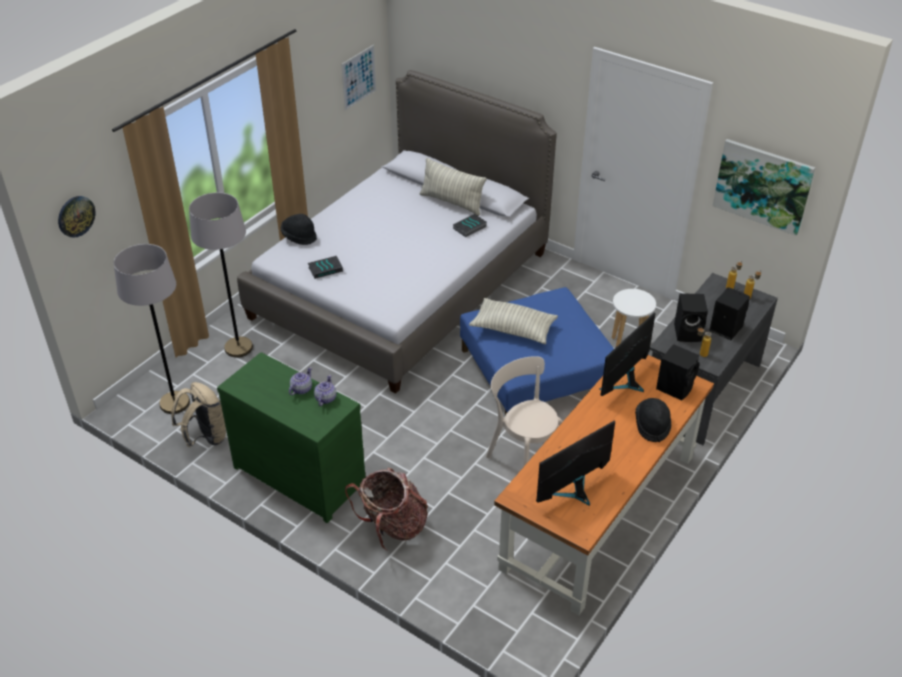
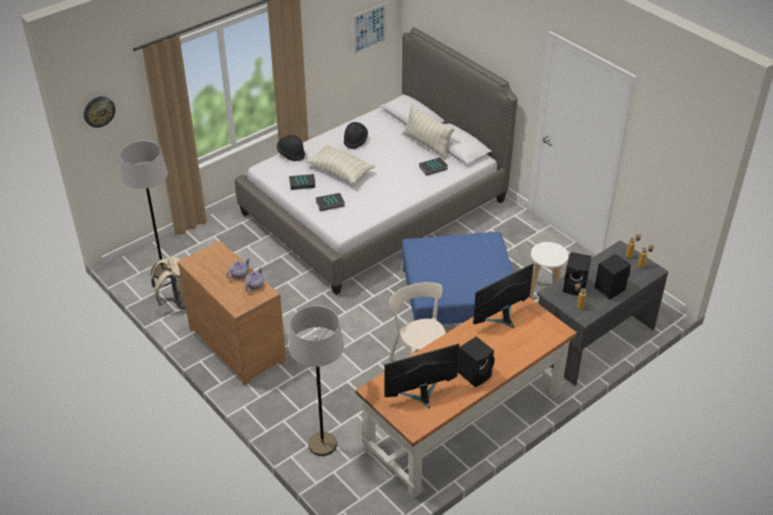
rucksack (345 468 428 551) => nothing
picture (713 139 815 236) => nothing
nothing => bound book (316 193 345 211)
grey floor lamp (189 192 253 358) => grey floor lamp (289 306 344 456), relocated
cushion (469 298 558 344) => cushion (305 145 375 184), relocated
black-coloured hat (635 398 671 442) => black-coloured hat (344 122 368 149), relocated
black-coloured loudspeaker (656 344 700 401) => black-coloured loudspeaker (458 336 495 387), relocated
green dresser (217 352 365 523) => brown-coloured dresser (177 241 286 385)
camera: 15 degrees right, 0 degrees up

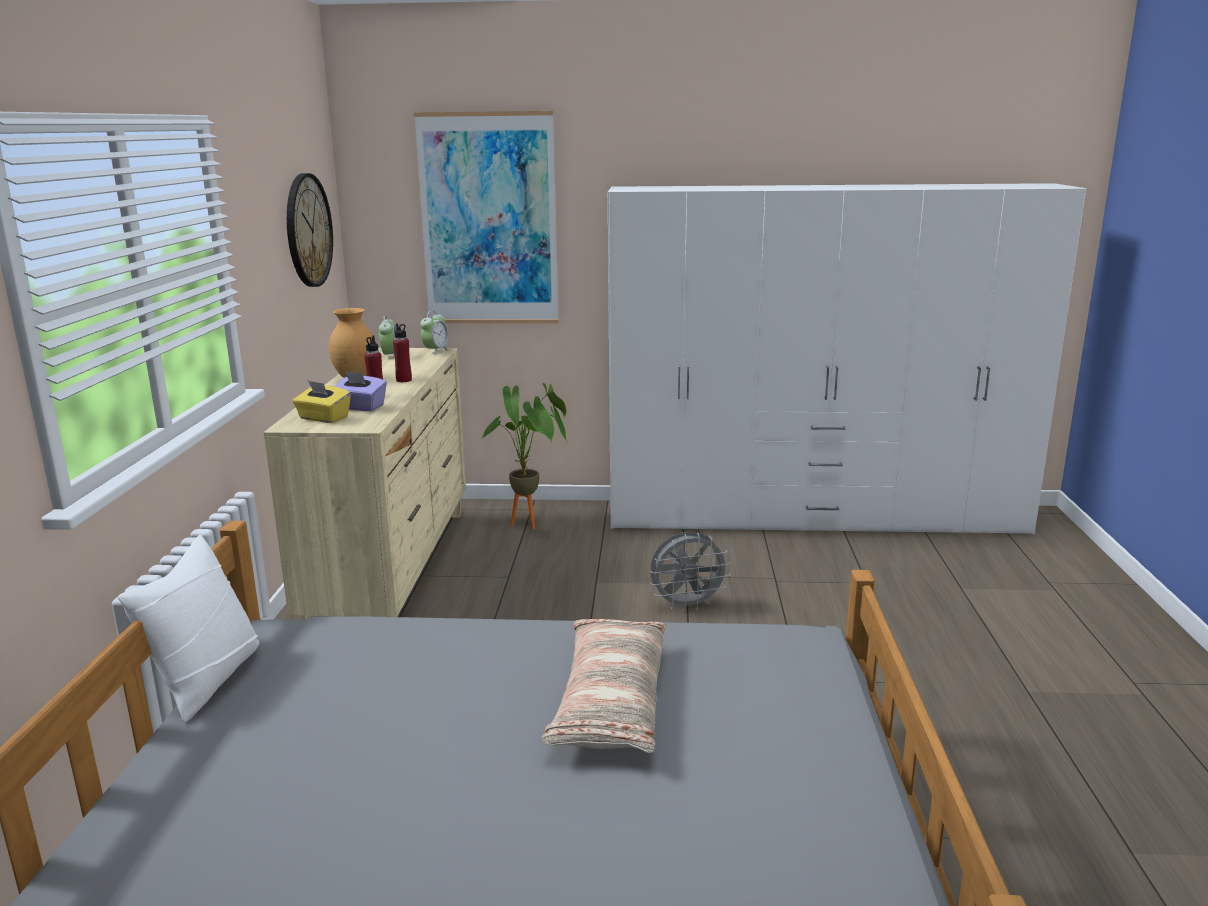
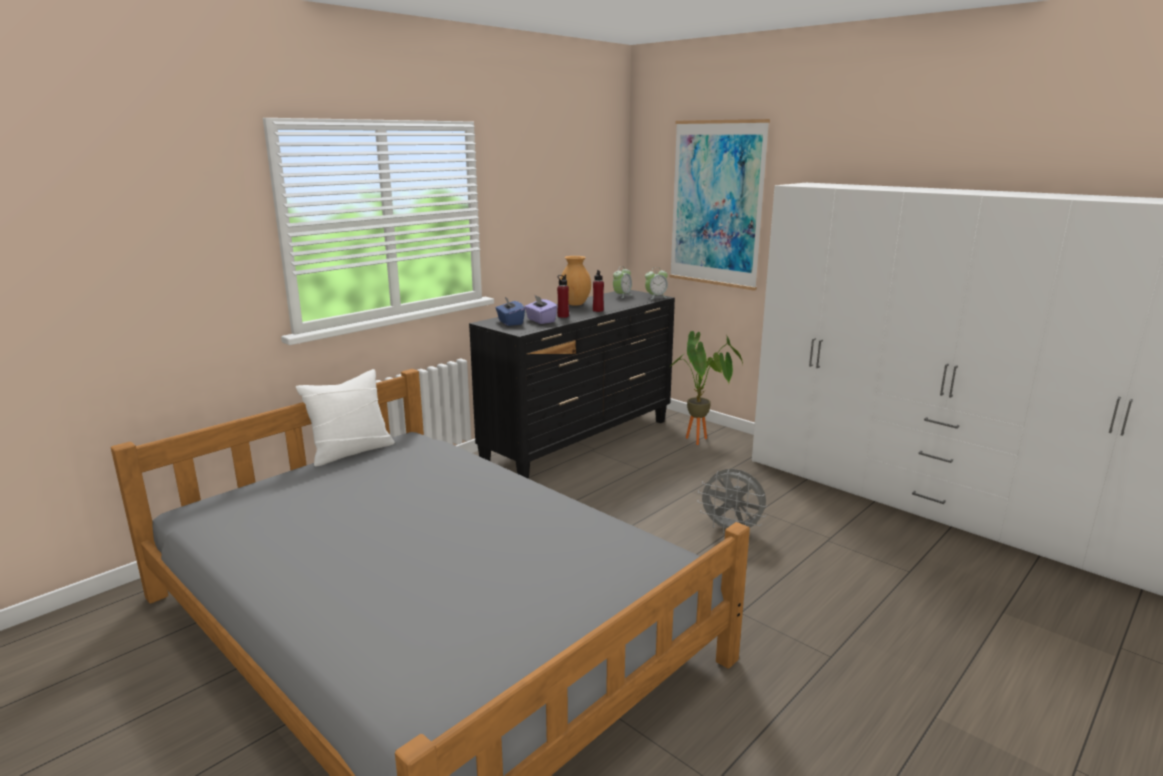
hanging clock (287 173 333 287) => nothing
cushion (542 619 666 753) => nothing
beige dresser (263 348 466 619) => black-coloured dresser (469 290 675 479)
yellow-coloured tissue holder (293 381 351 423) => blue tissue holder (496 297 525 326)
camera: 40 degrees right, 0 degrees up

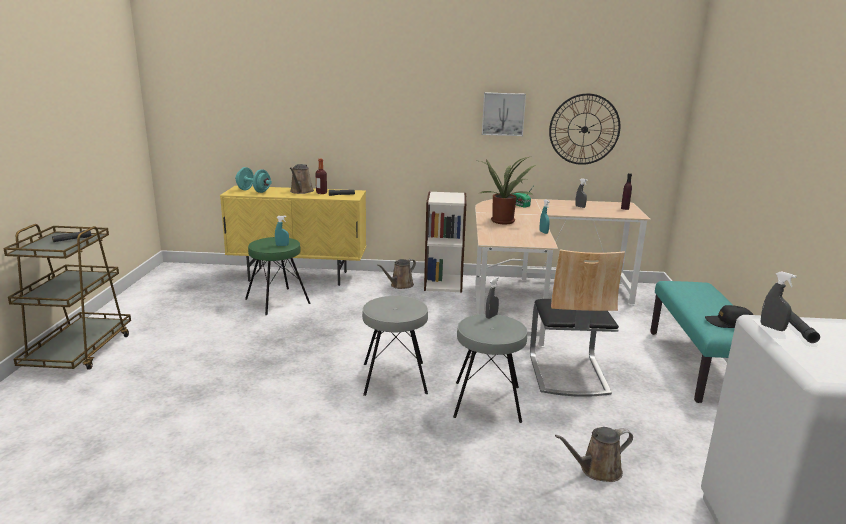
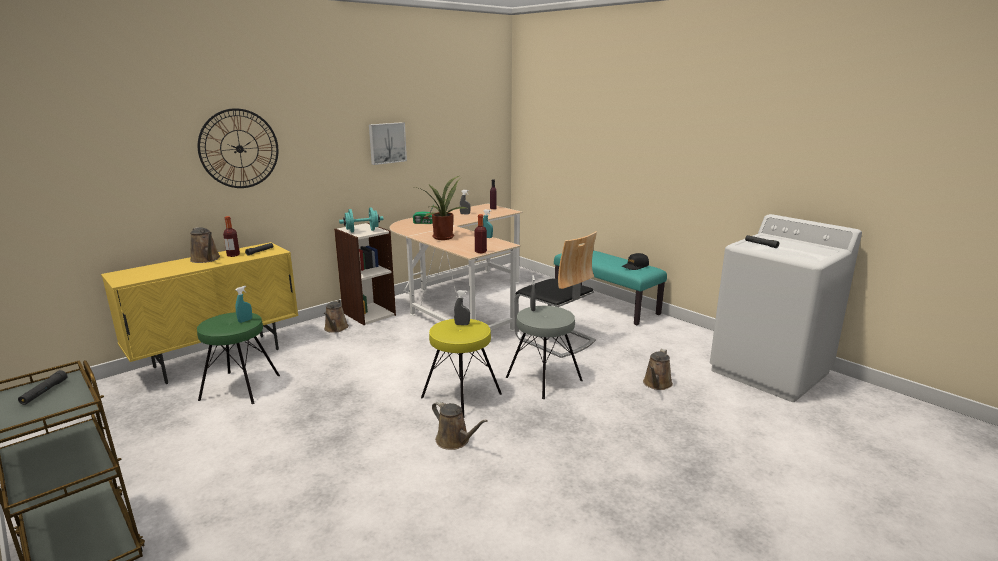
nothing => brown-coloured watering pot (432 401 488 450)
nothing => beverage bottle (475 214 487 253)
turquoise hand weight (235 167 272 193) => turquoise hand weight (339 207 383 233), relocated
hanging clock (549 93 620 165) => hanging clock (198 108 278 188), relocated
grey hand sprayer (761 271 797 331) => grey hand sprayer (454 290 470 325), relocated
grey stool (362 296 428 396) => yellow-coloured stool (421 319 502 417)
camera: 45 degrees left, 0 degrees up

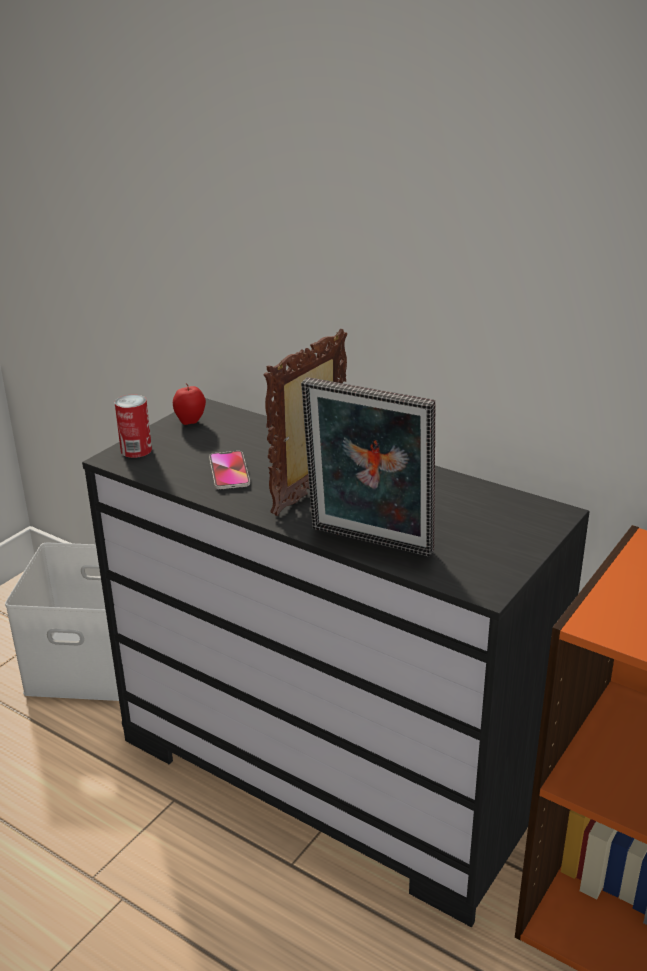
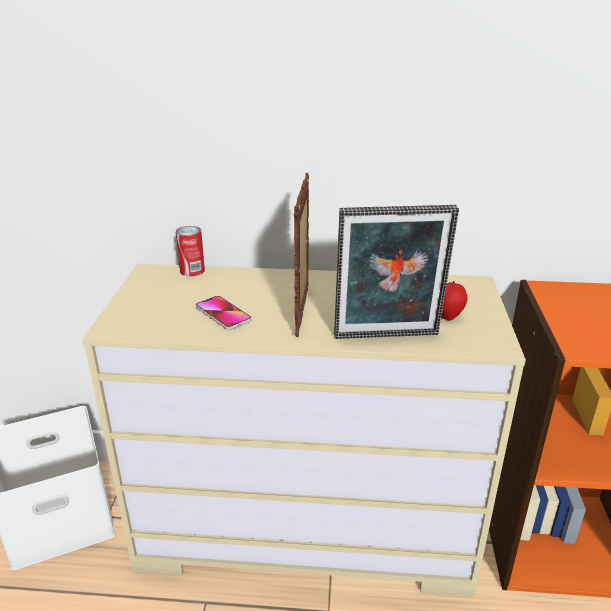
metal can (114 394 152 458) => metal can (176 226 205 276), relocated
apple (173 384 206 425) => apple (441 281 467 321), relocated
black-coloured dresser (82 398 590 927) => beige dresser (82 264 526 597)
camera: 30 degrees left, 0 degrees up

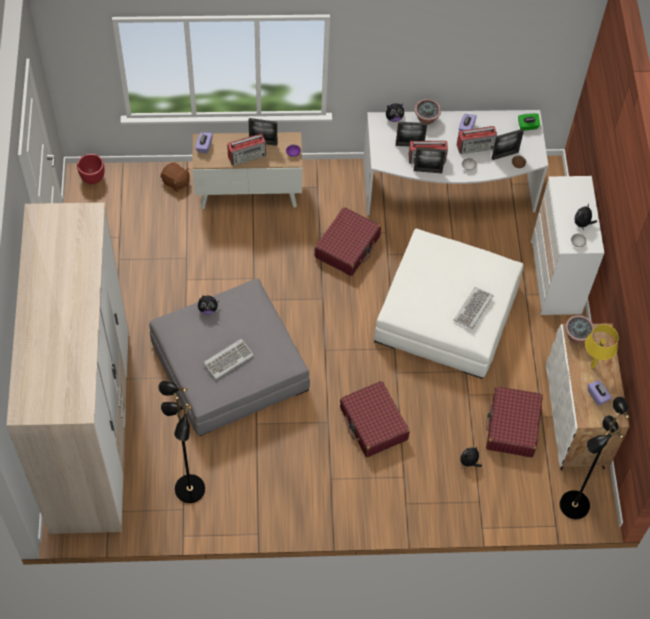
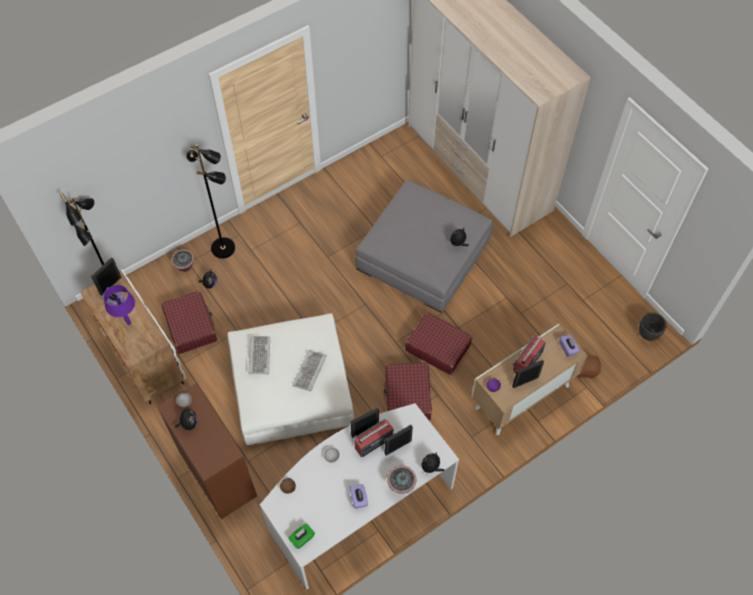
radio receiver (457 126 497 154) => nothing
black-coloured floor lamp (158 381 205 503) => black-coloured floor lamp (186 145 235 259), relocated
computer keyboard (203 339 254 379) => computer keyboard (293 350 327 391), relocated
red-coloured travel case (340 381 410 457) => red-coloured travel case (405 312 472 375), relocated
standing frame (492 129 524 160) => standing frame (91 257 121 296), relocated
houseplant (565 315 594 343) => houseplant (171 249 194 272), relocated
red-coloured plant pot (77 154 104 184) => black-coloured plant pot (639 312 667 341)
whitish dresser (531 176 604 315) => brown-coloured dresser (157 383 257 519)
yellow-coloured tabletop lamp (585 325 619 368) => purple-coloured tabletop lamp (104 285 135 325)
camera: 150 degrees right, 0 degrees up

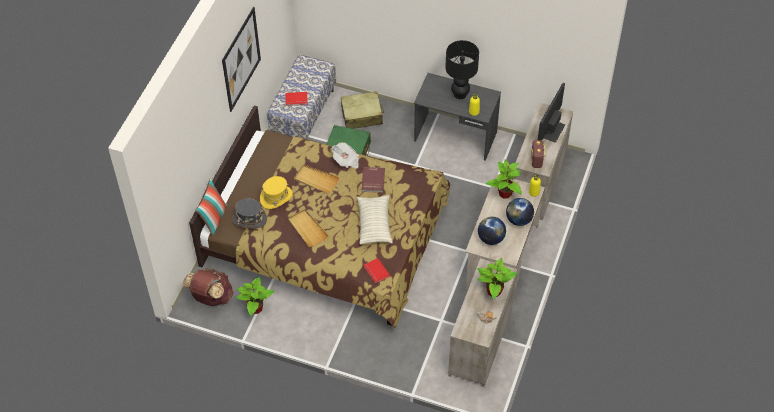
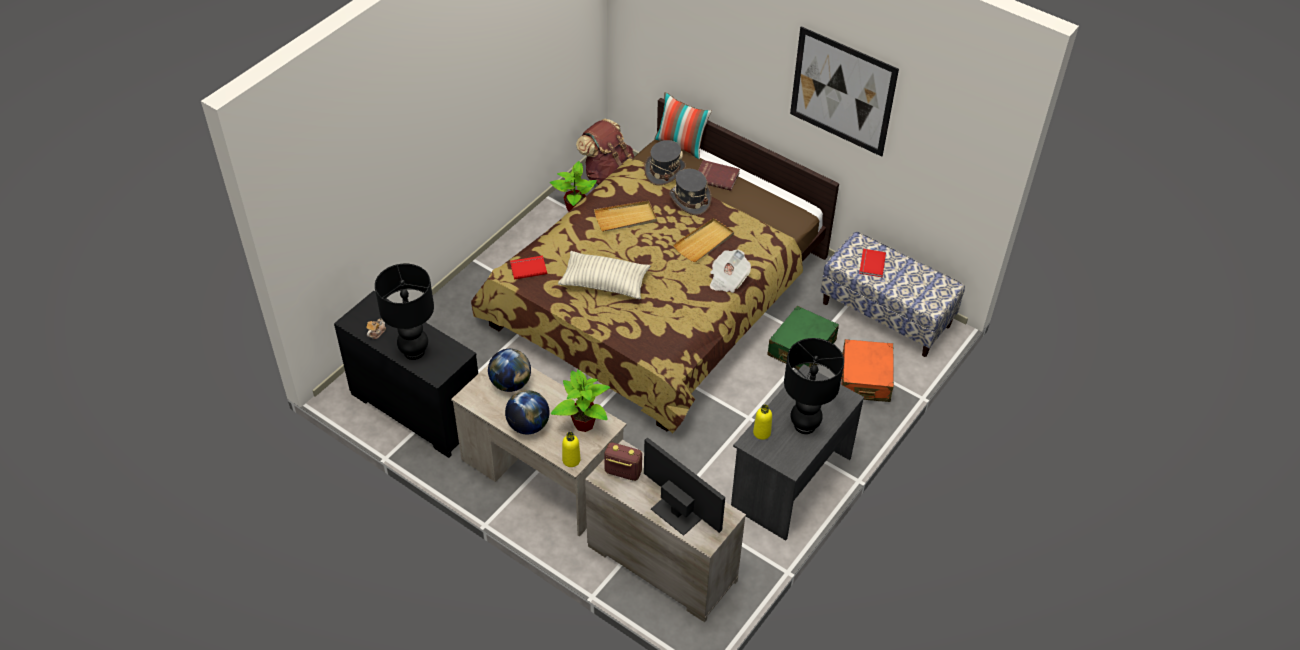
red-coloured bound book (361 167 385 193) => red-coloured bound book (698 160 740 191), relocated
houseplant (477 258 517 299) => black-coloured tabletop lamp (375 264 434 360)
yellow-coloured hat (260 176 293 209) => grey hat (669 168 712 215)
beige travel case (341 91 384 129) => orange-coloured travel case (841 339 894 402)
beige dresser (448 259 517 387) => black-coloured dresser (334 291 478 458)
camera: 105 degrees right, 5 degrees down

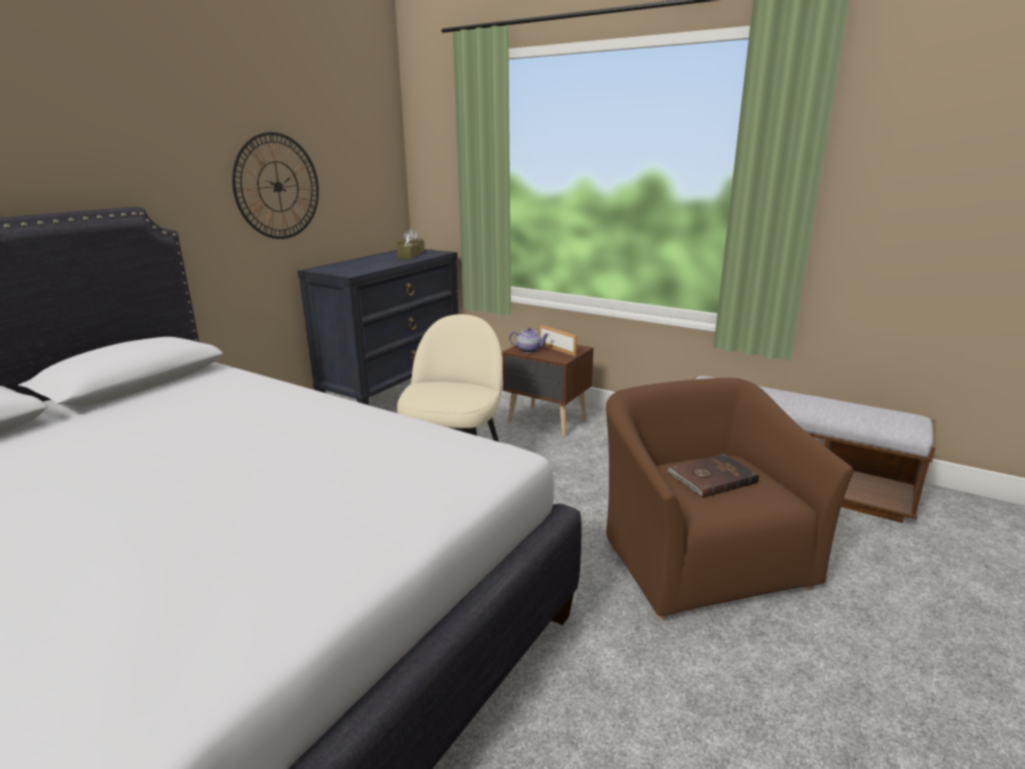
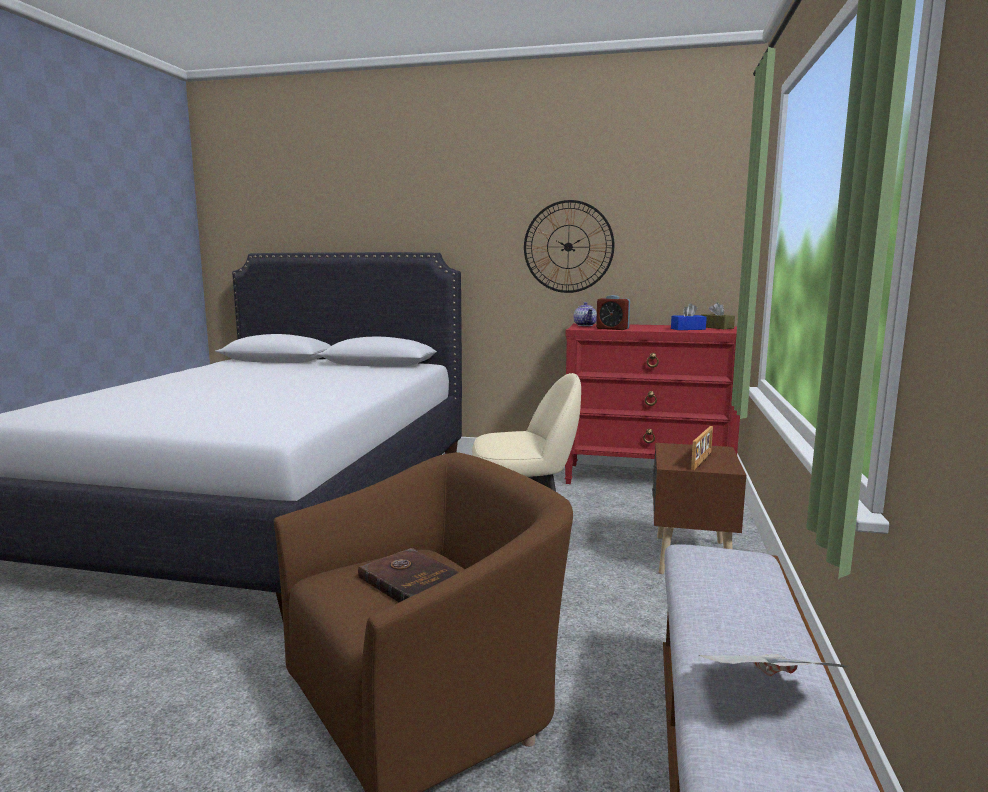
nothing => bedside clock (596 295 630 330)
nothing => printed paper (698 654 849 676)
teapot (509 328 549 353) => teapot (574 302 597 326), relocated
black-coloured dresser (298 249 458 405) => red-coloured dresser (565 323 740 484)
brown-coloured tissue holder (397 233 420 259) => blue tissue holder (671 303 707 330)
camera: 70 degrees right, 10 degrees down

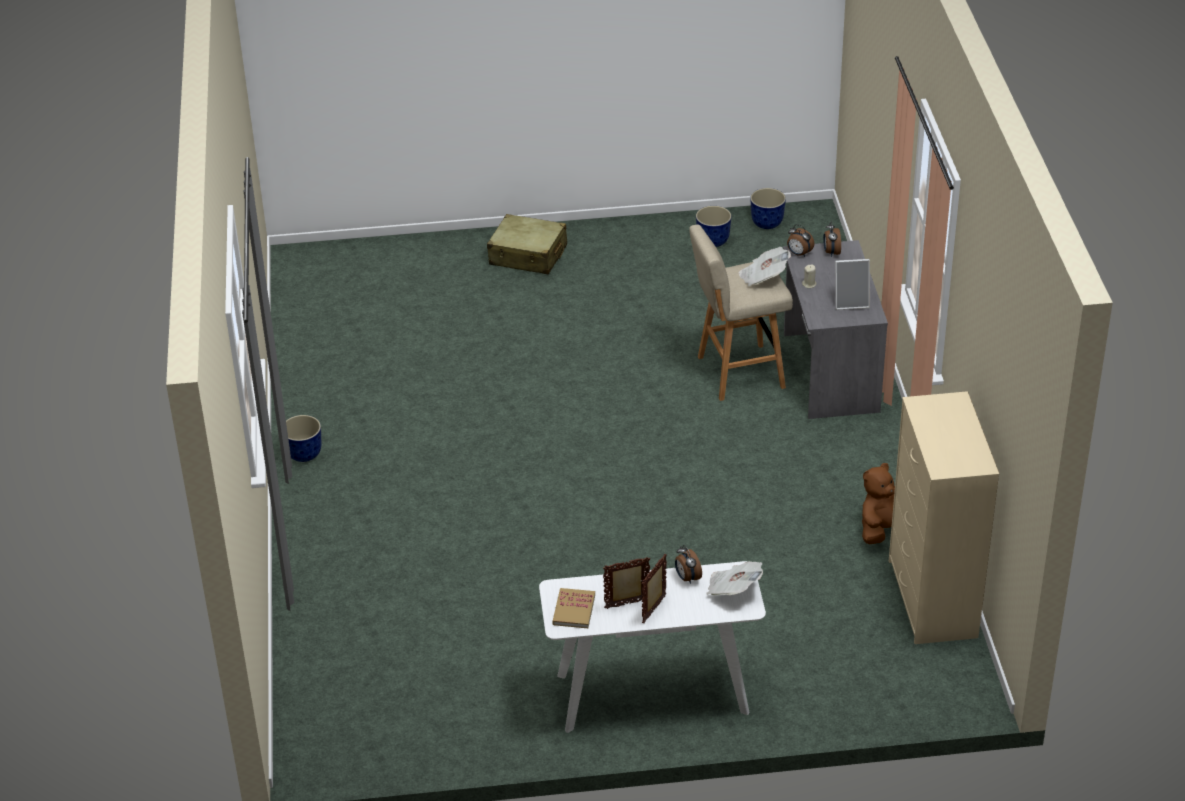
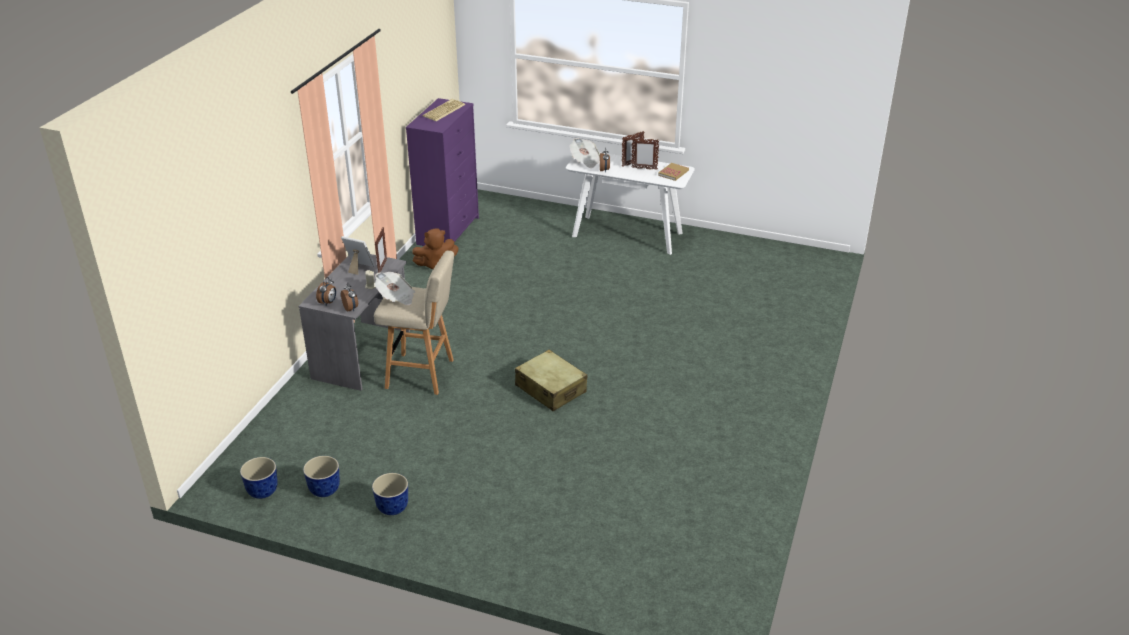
nothing => standing frame (375 227 387 273)
nothing => computer keyboard (423 99 465 121)
plant pot (286 415 322 462) => plant pot (372 473 408 515), relocated
beige travel case (487 214 567 274) => beige travel case (515 350 587 411), relocated
beige dresser (889 391 999 644) => purple-coloured dresser (406 98 479 246)
camera: 155 degrees left, 5 degrees down

